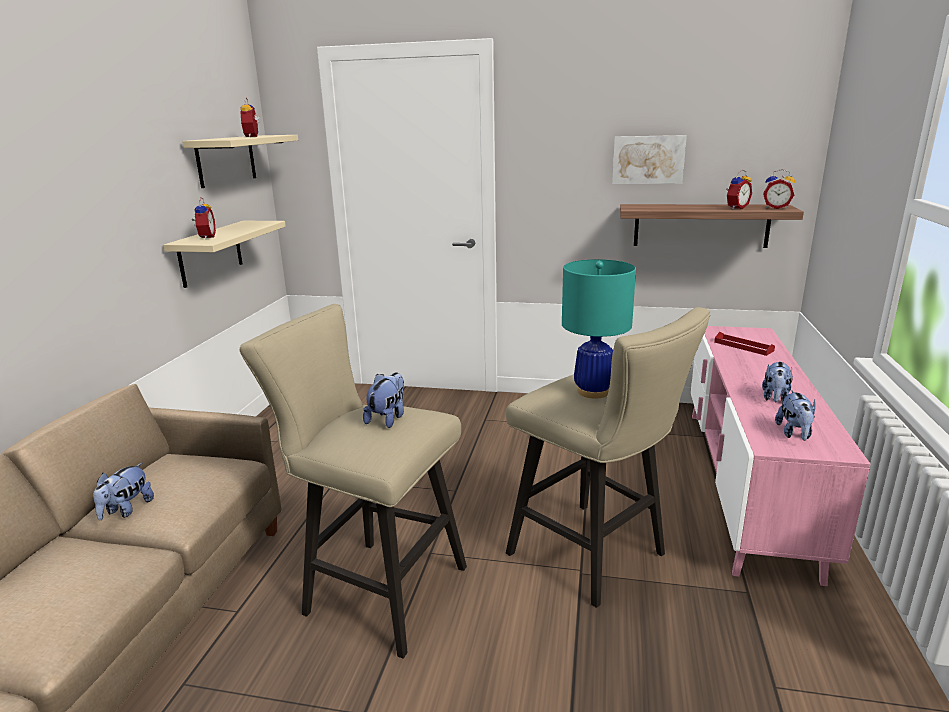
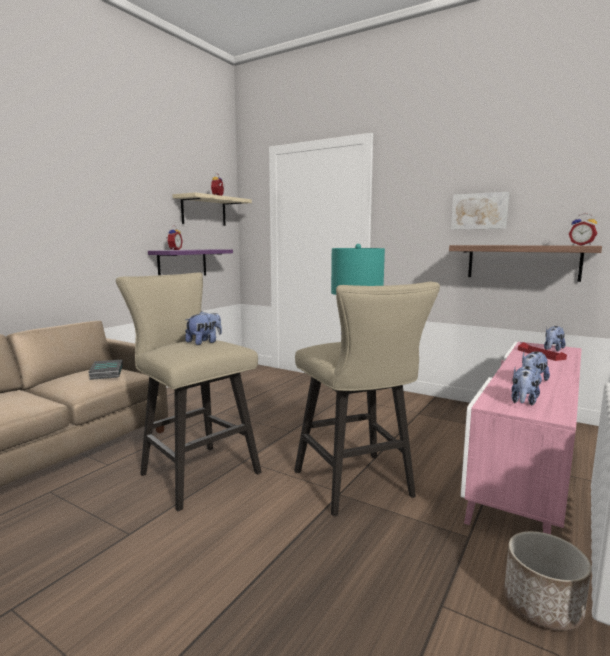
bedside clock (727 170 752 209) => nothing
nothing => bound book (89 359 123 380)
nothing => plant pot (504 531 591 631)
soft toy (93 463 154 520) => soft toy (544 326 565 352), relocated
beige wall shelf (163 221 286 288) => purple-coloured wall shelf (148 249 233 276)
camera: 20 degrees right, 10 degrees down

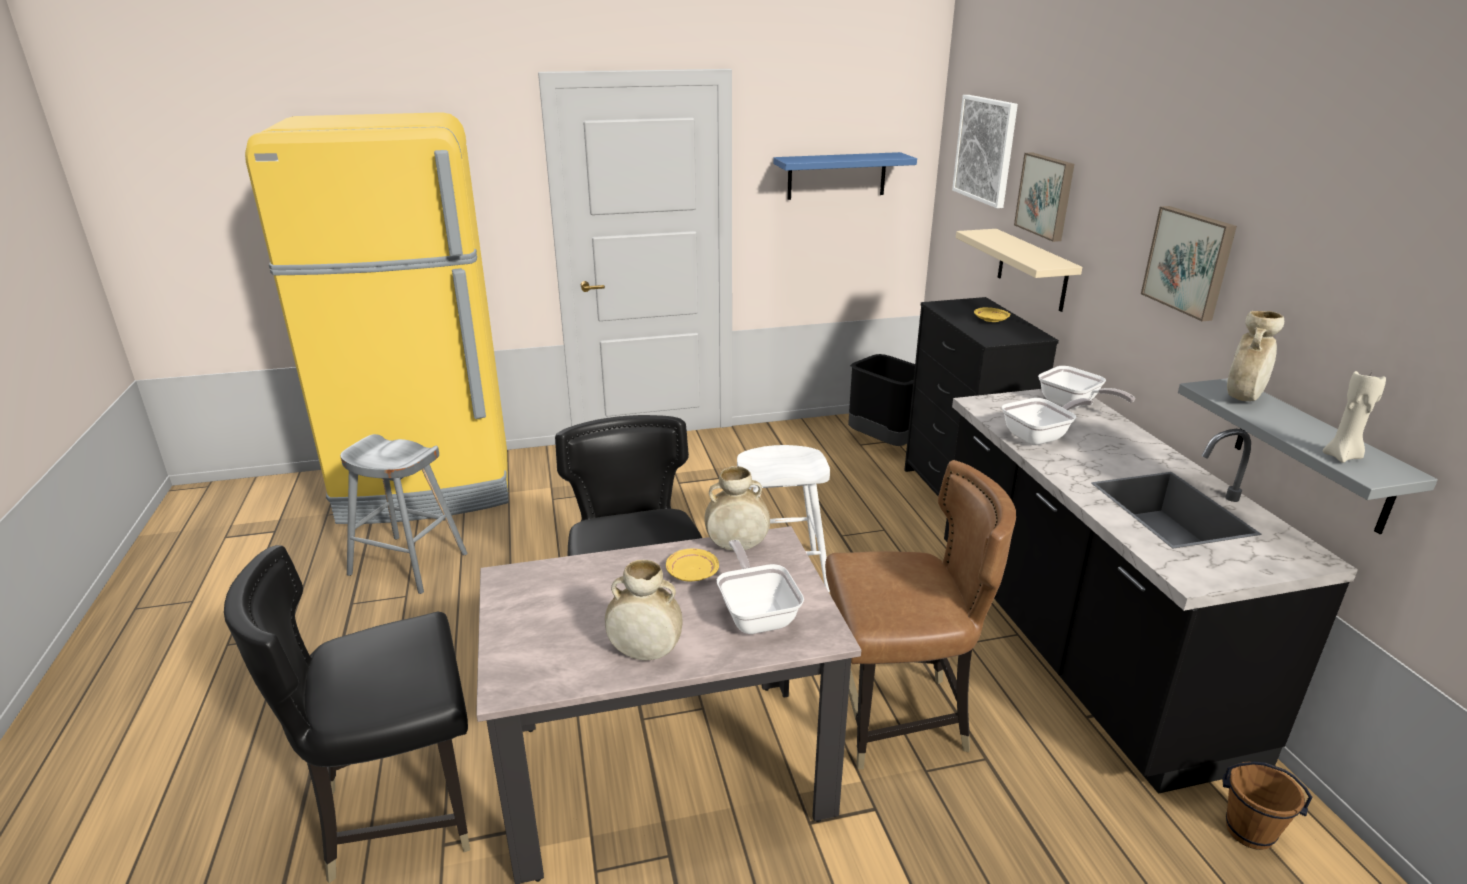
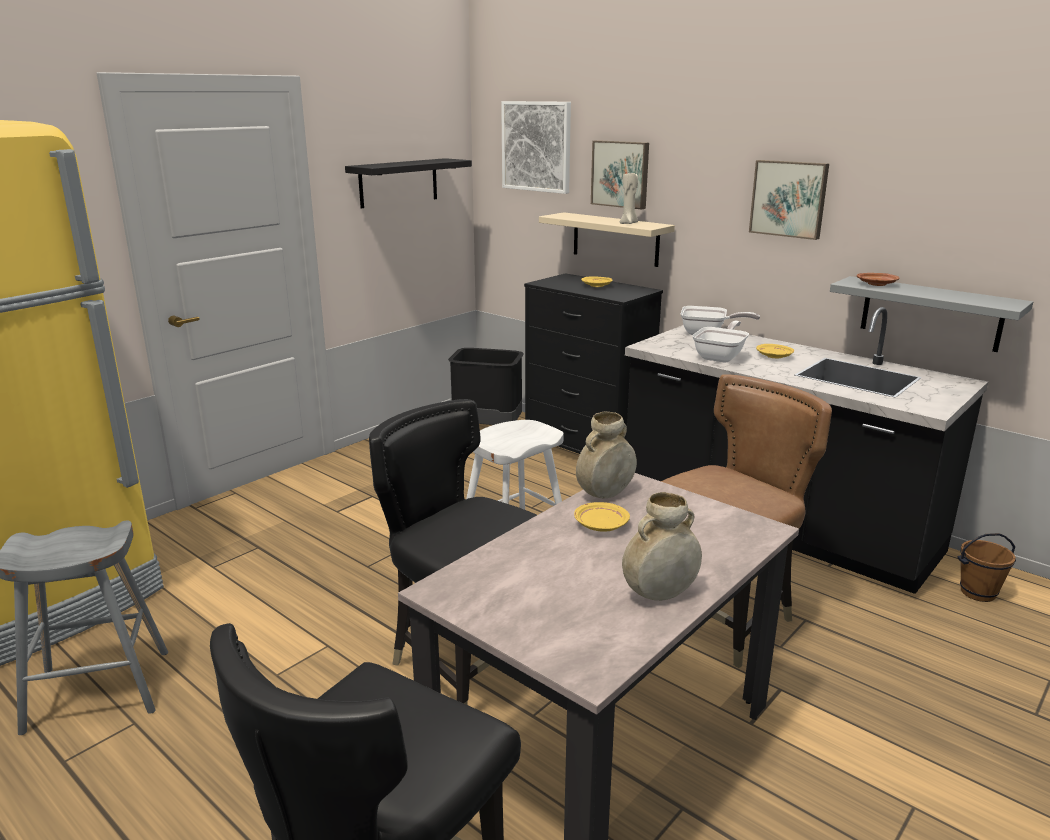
pan (717 540 804 634) => nothing
nothing => yellow-coloured plate (756 344 794 358)
beige candle (1323 371 1386 463) => beige candle (620 173 638 224), relocated
beige vase (1227 311 1284 401) => brown-coloured plate (857 273 899 286)
blue wall shelf (773 152 917 200) => black-coloured wall shelf (345 158 472 208)
camera: 35 degrees left, 5 degrees down

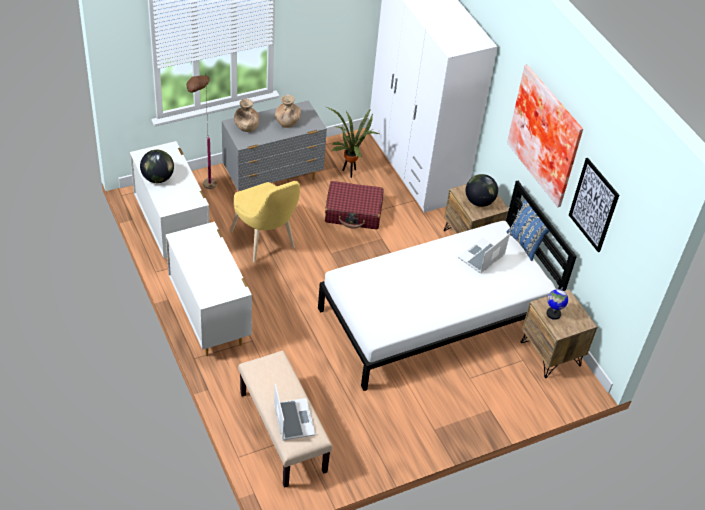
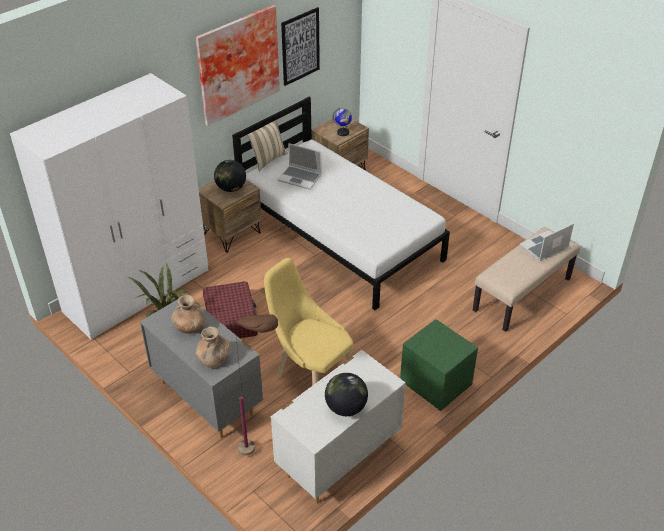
whitish dresser (166 222 252 356) => green bedside table (400 319 478 411)
blue cushion (506 200 549 261) => beige cushion (247 120 287 171)
yellow-coloured plain chair (230 181 300 263) => yellow-coloured plain chair (264 258 353 385), 90 degrees counterclockwise
camera: 105 degrees left, 5 degrees down

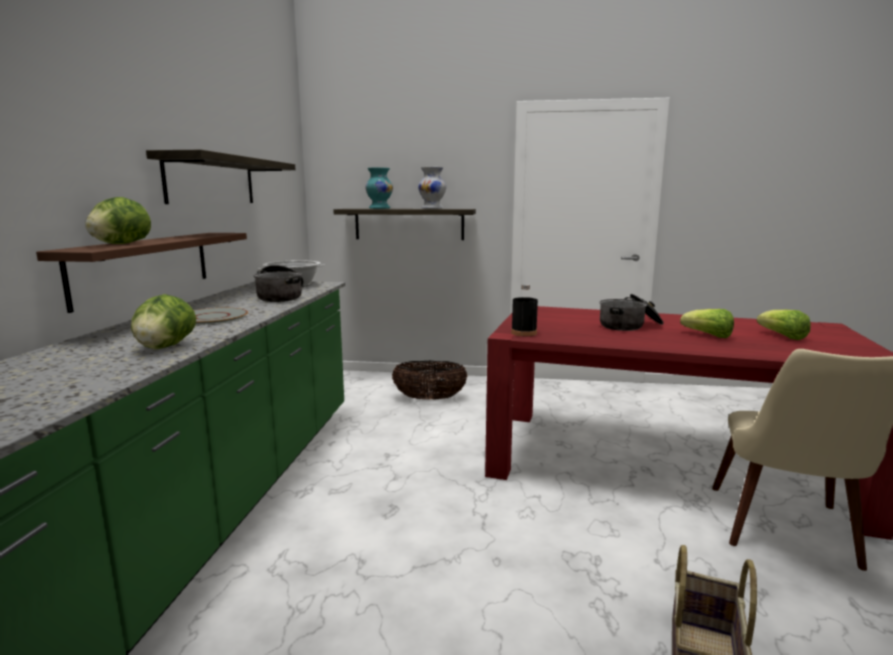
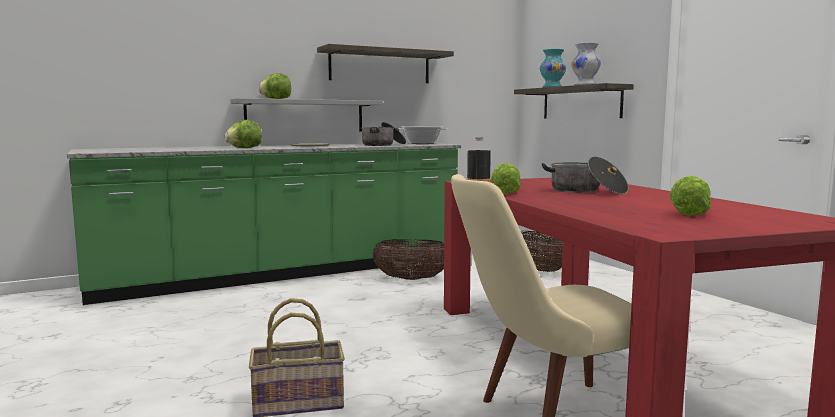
nothing => basket (372 239 444 280)
lettuce (680 309 734 338) => lettuce (491 163 521 194), relocated
brown-coloured wall shelf (36 233 247 313) => grey wall shelf (231 98 383 132)
camera: 55 degrees right, 5 degrees down

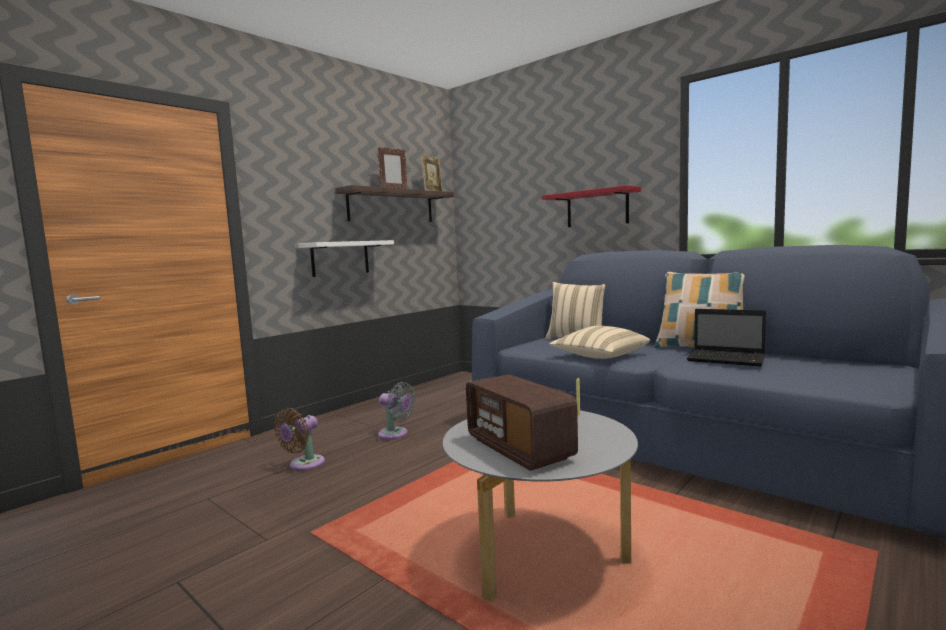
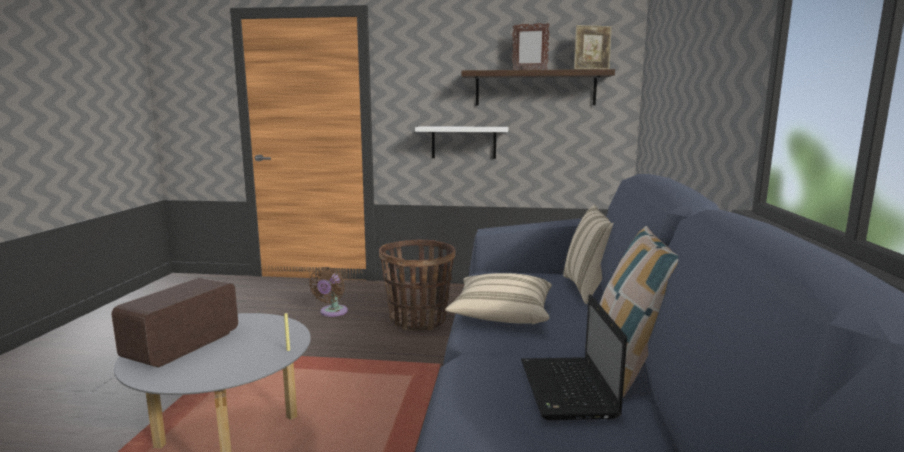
red-coloured wall shelf (542 185 641 227) => nothing
grey cooling fan (378 382 415 440) => basket (379 240 456 331)
brown-coloured cooling fan (274 408 325 471) => brown-coloured cooling fan (309 267 348 317), 75 degrees counterclockwise
camera: 55 degrees right, 5 degrees up

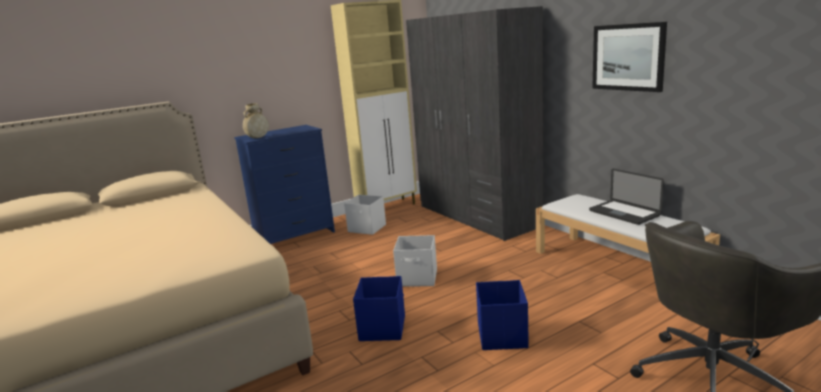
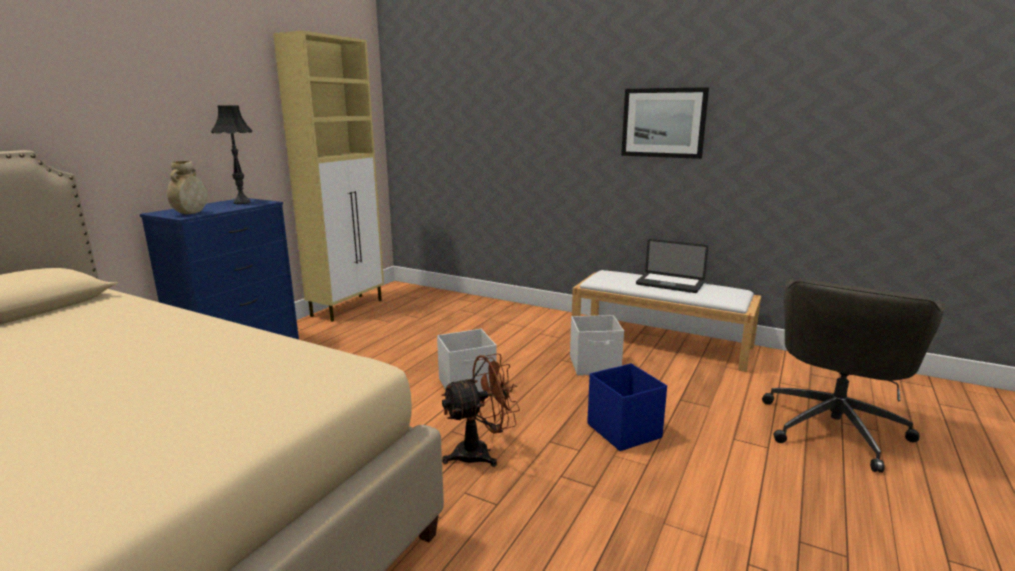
grey armoire (406 6 544 241) => nothing
nothing => black-coloured tabletop lamp (211 106 252 204)
whitish storage container (344 195 386 235) => whitish storage container (570 315 624 376), relocated
blue storage container (353 276 405 341) => brown-coloured cooling fan (442 353 520 467)
camera: 30 degrees left, 0 degrees up

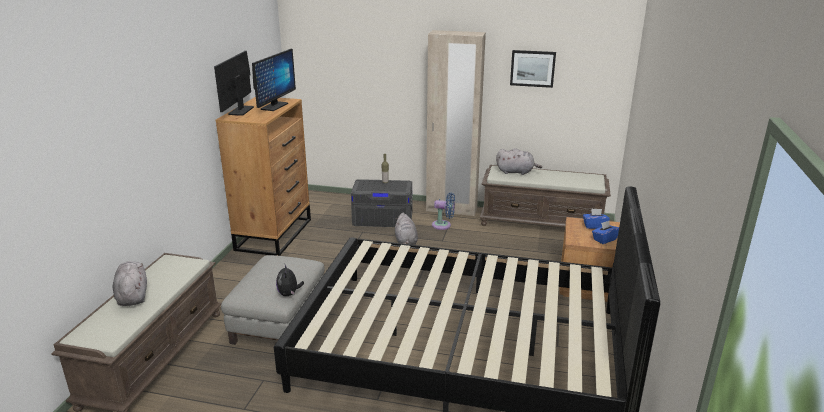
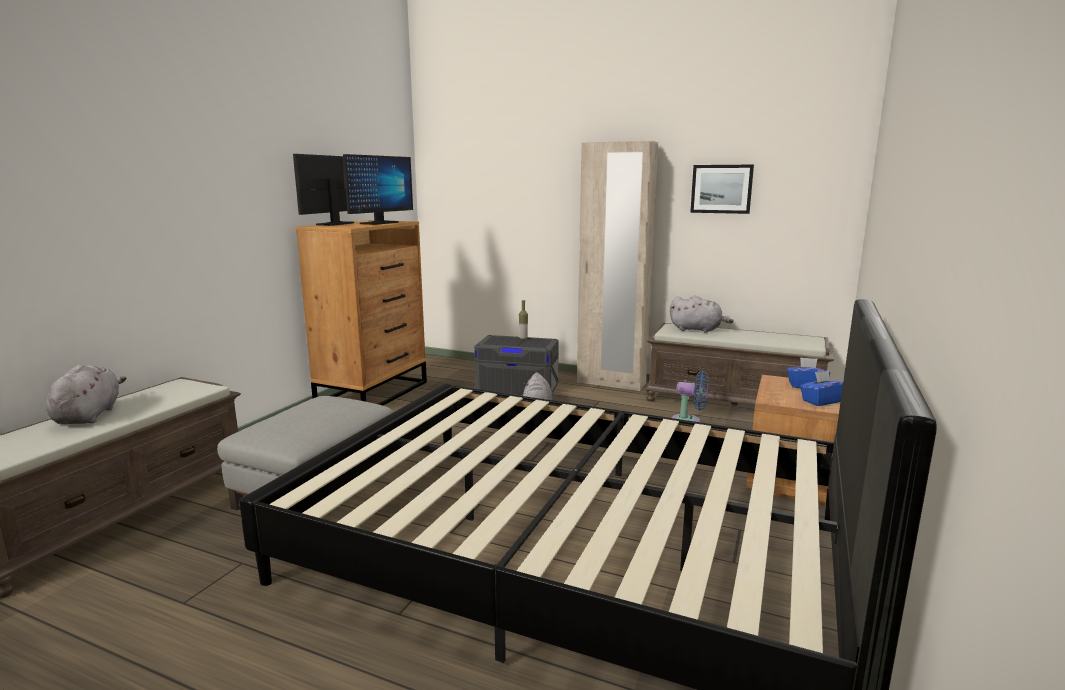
soft toy (276 263 304 296) => nothing
blue cooling fan (432 193 455 230) => blue cooling fan (671 371 708 422), relocated
camera: 10 degrees right, 10 degrees down

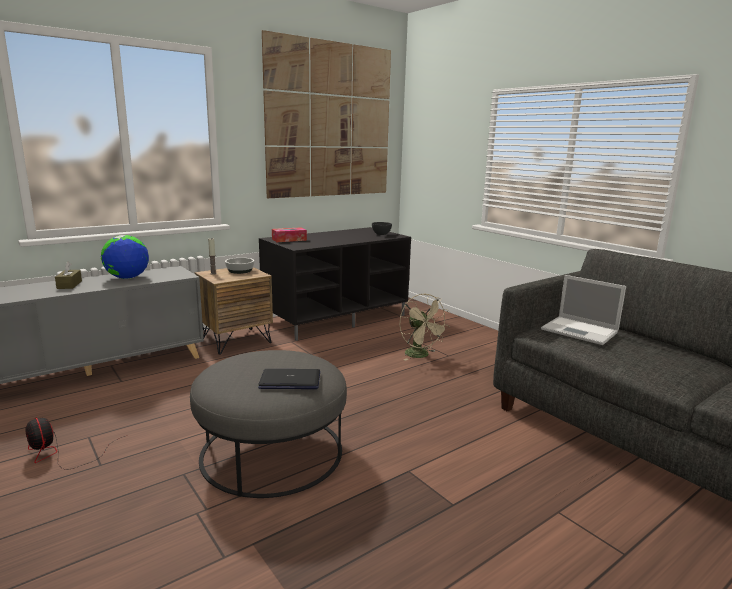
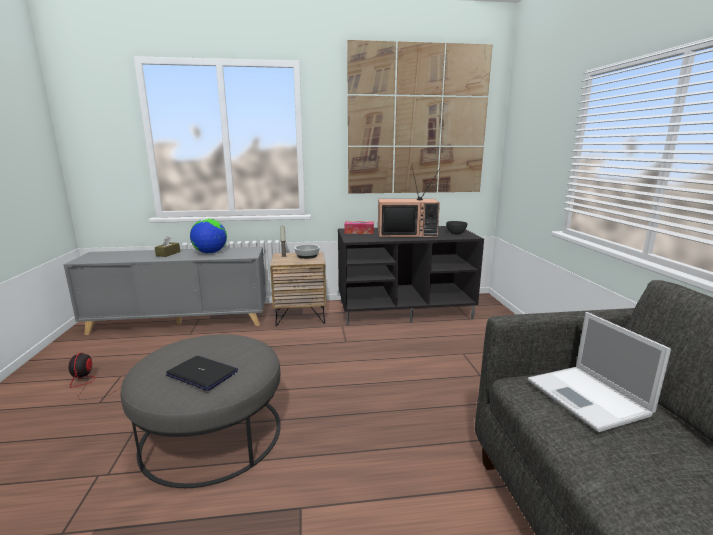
beige cooling fan (400 293 449 361) => nothing
nothing => TV (378 165 440 237)
camera: 30 degrees right, 0 degrees up

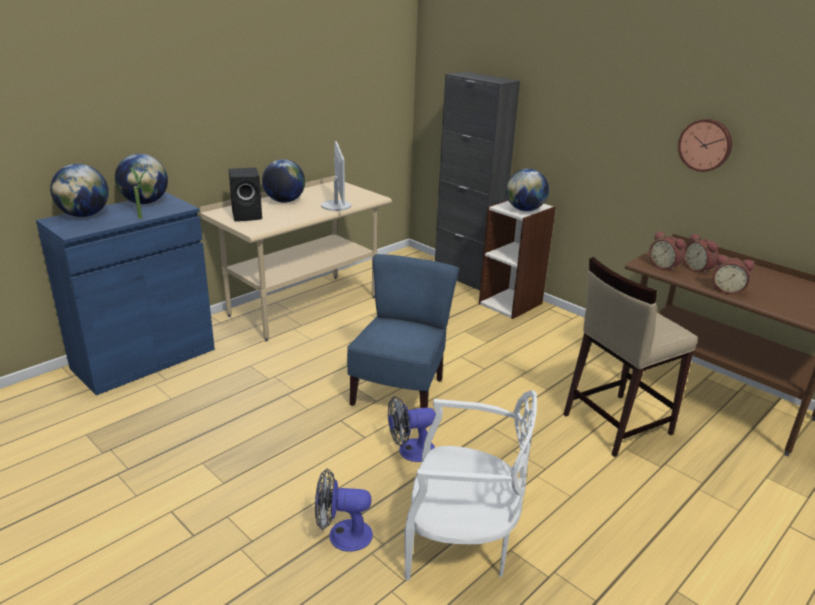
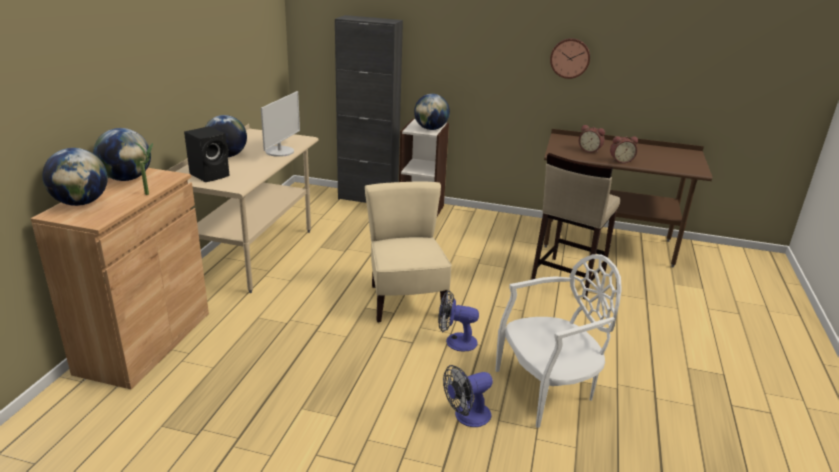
bedside clock (649 231 685 272) => nothing
blue cabinet (36 193 215 395) => brown-coloured cabinet (31 168 209 389)
blue plain chair (347 254 459 408) => beige plain chair (365 182 452 323)
computer display (321 141 351 211) => computer display (261 91 300 157), 60 degrees clockwise
cooling fan (388 396 436 462) => cooling fan (438 290 479 351), 60 degrees clockwise
camera: 30 degrees left, 0 degrees up

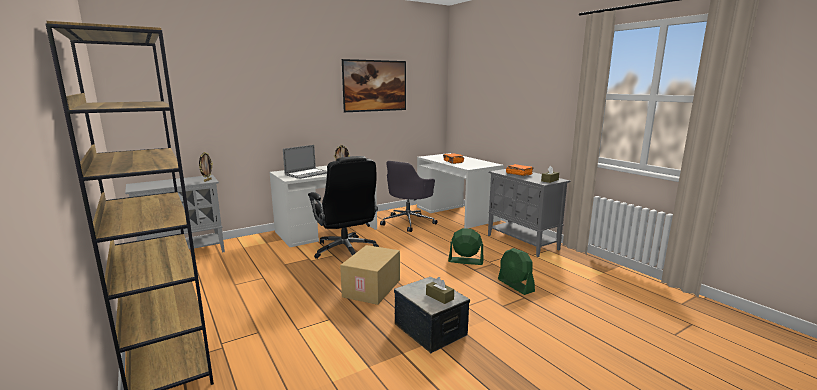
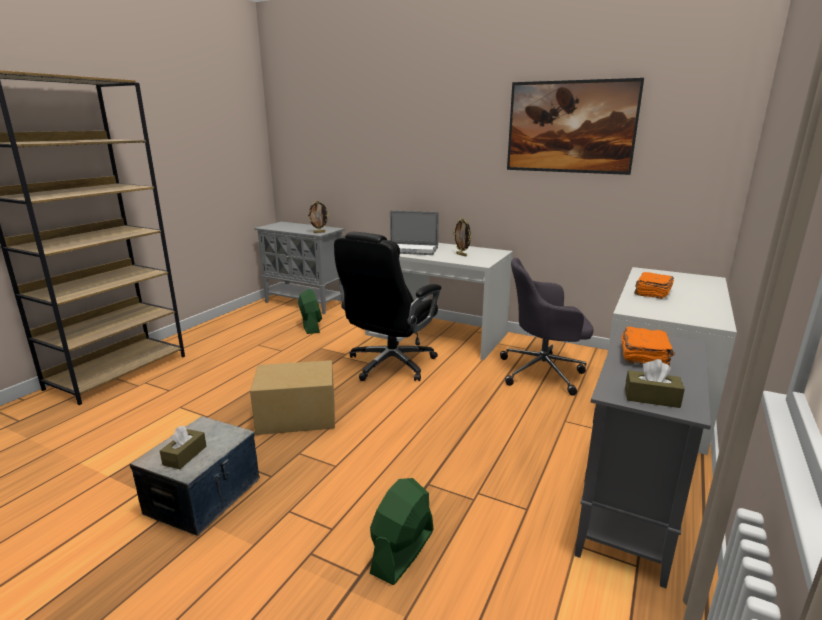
green cooling fan (448 228 484 265) => green cooling fan (298 289 322 334), relocated
camera: 60 degrees right, 5 degrees up

